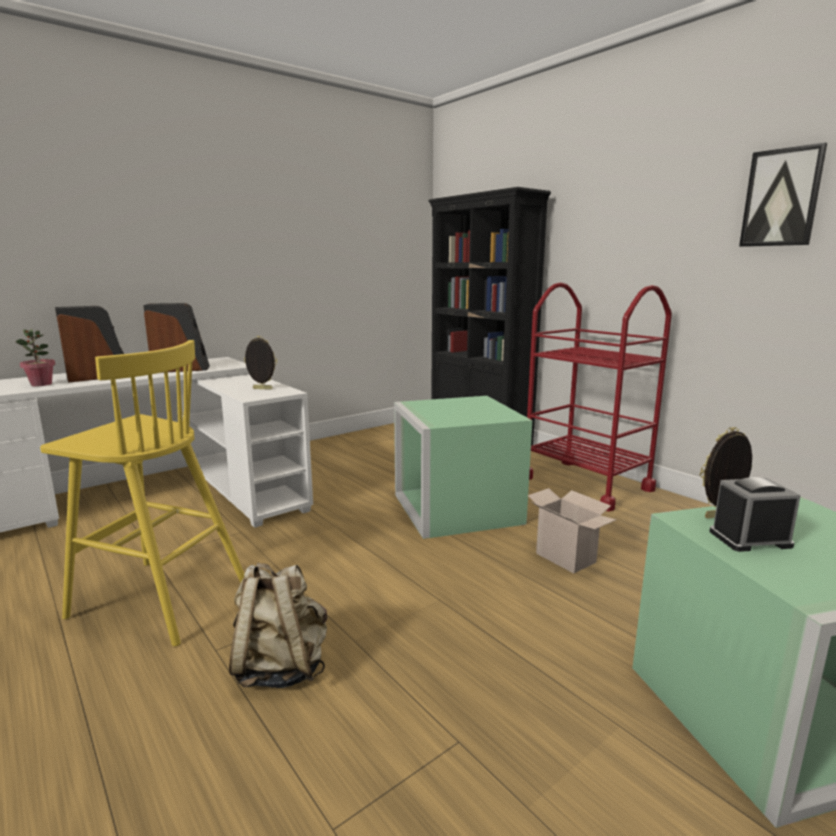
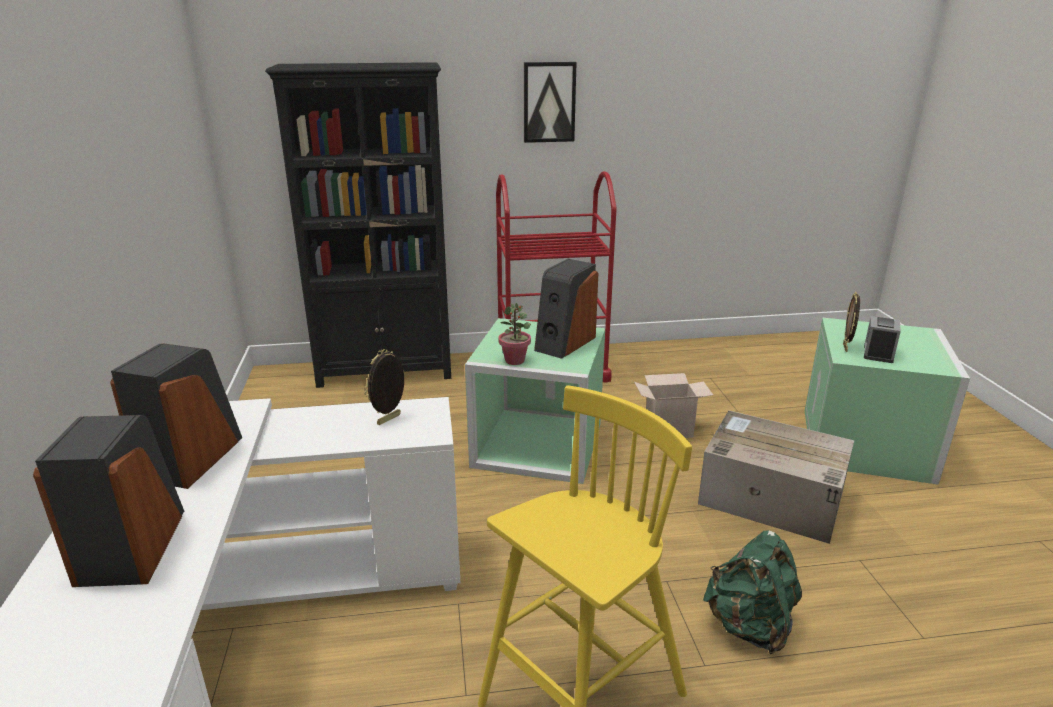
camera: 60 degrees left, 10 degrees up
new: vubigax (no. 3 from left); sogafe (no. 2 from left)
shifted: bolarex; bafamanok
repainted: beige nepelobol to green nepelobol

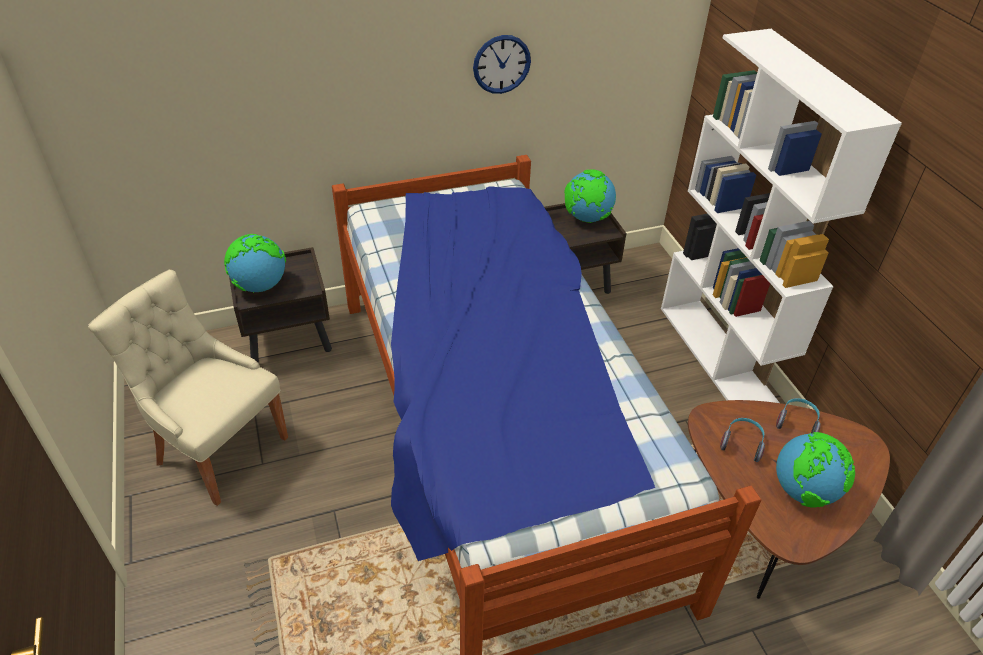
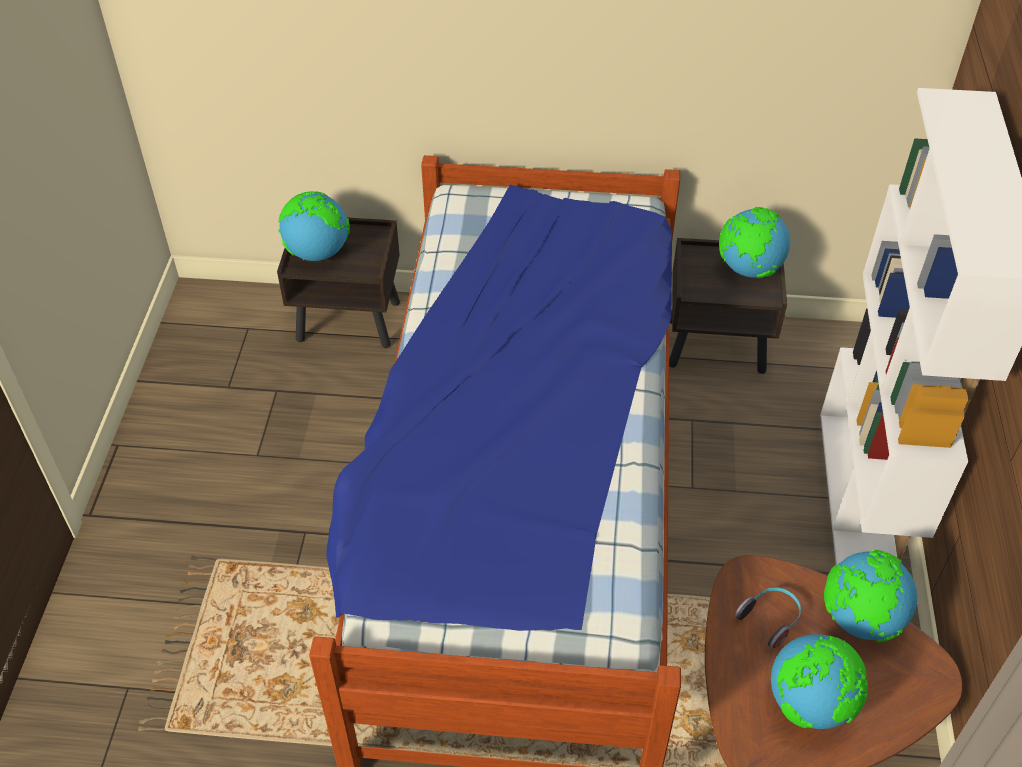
camera: 25 degrees right, 5 degrees up
gone: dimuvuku; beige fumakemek
swapped: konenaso (no. 2 from left) to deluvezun (no. 4 from left)

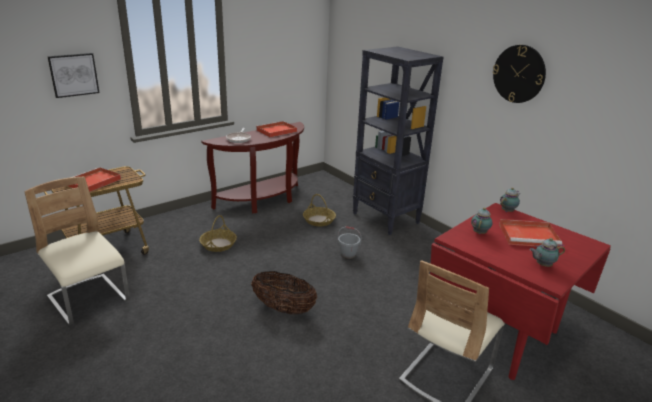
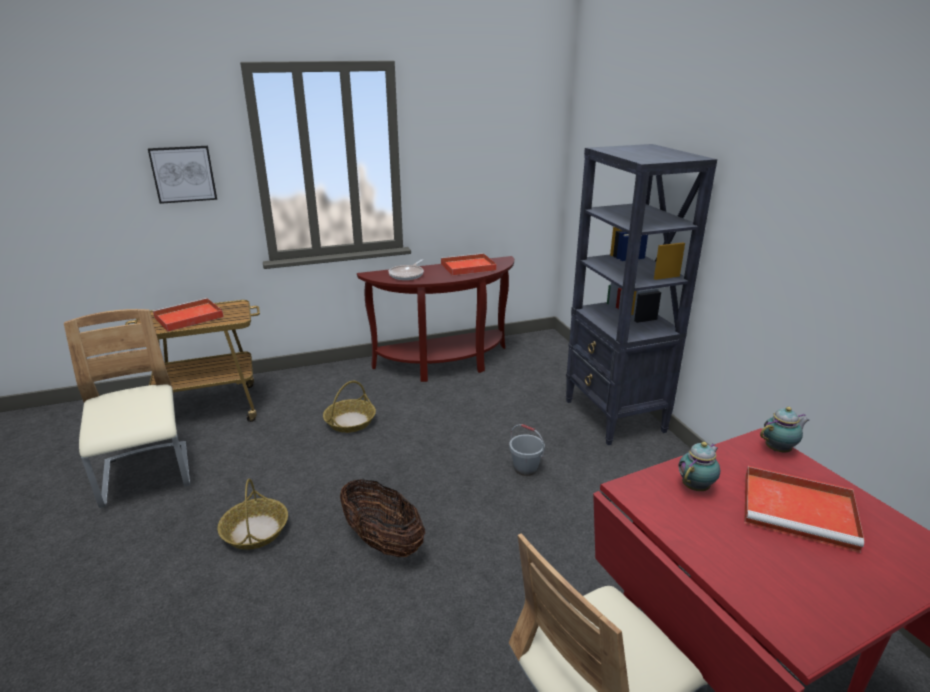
camera: 20 degrees right, 0 degrees up
gone: dimuvuku; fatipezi (no. 3 from left)
shifted: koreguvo (no. 3 from left in the first image) to koreguvo (no. 1 from left)

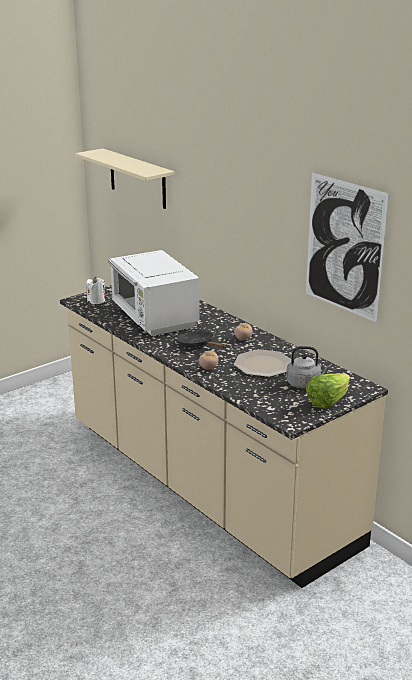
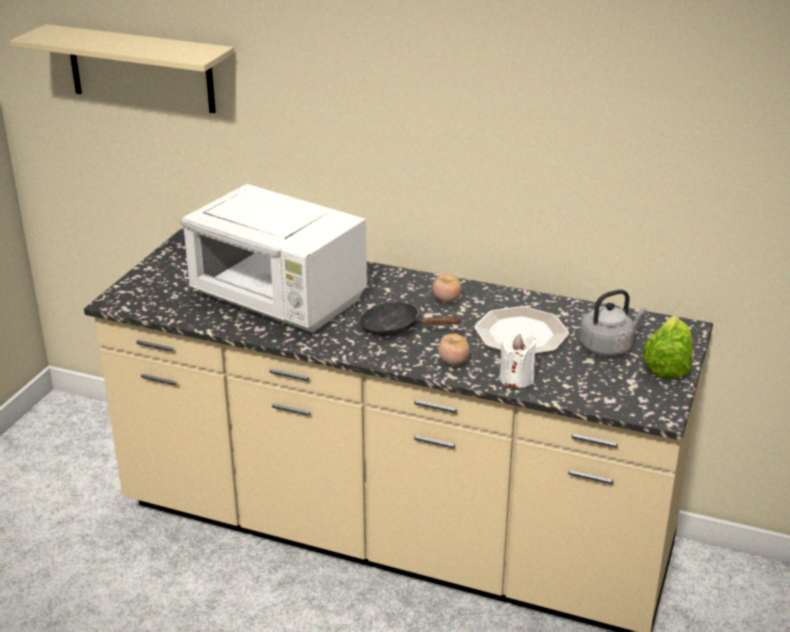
camera: 30 degrees left, 5 degrees up
gone: bolarex
shifted: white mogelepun

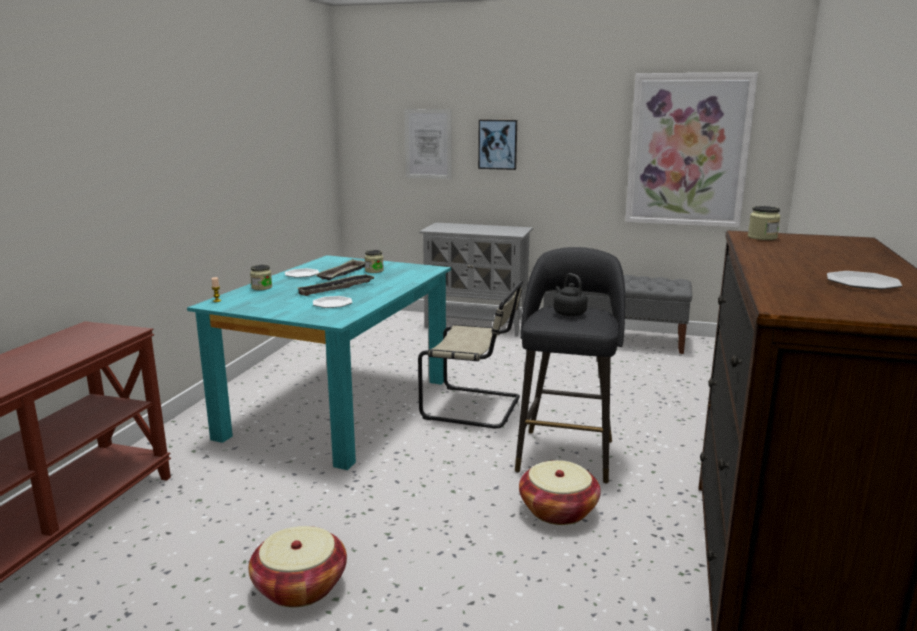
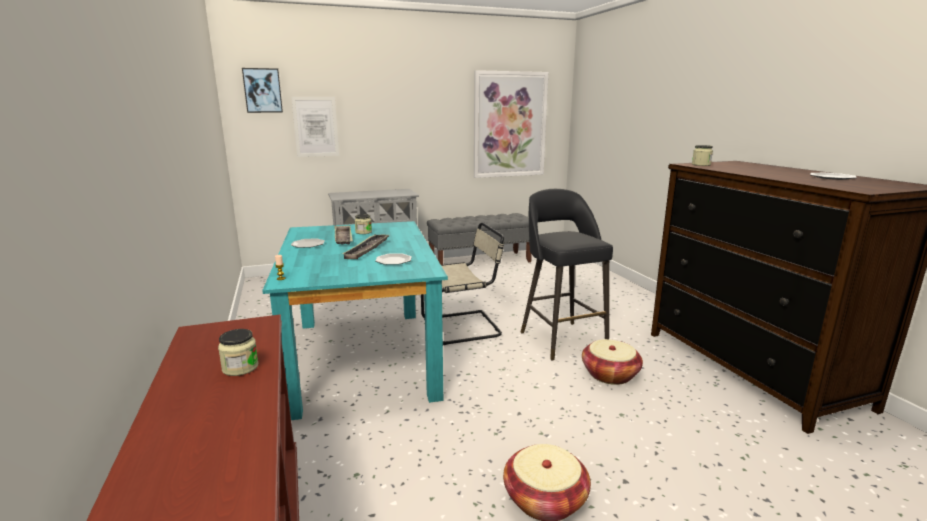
camera: 35 degrees left, 0 degrees up
gone: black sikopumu
shifted: bolarex (no. 2 from left in the first image) to bolarex (no. 1 from left); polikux (no. 1 from left)

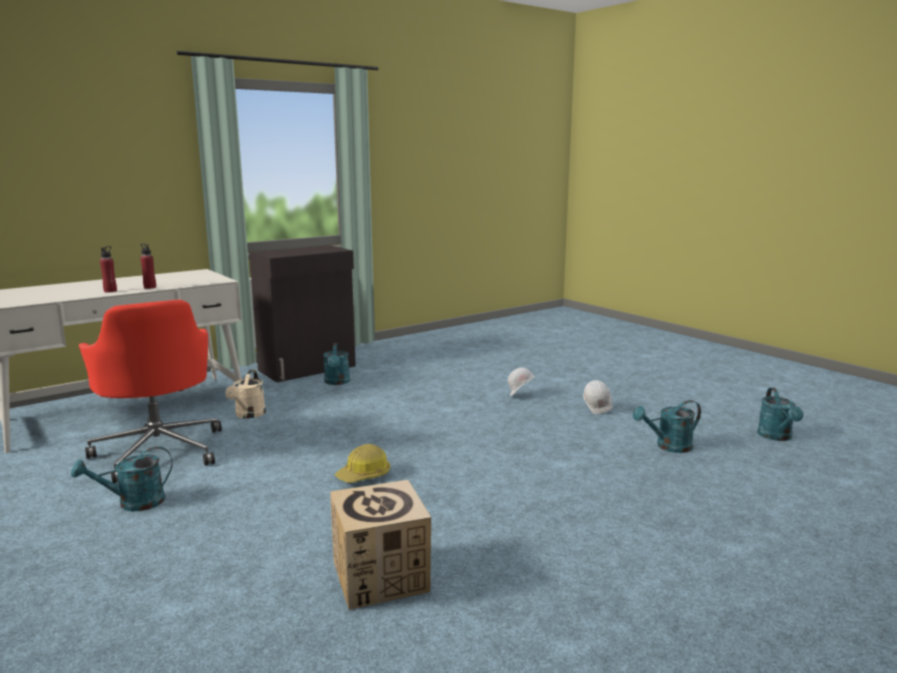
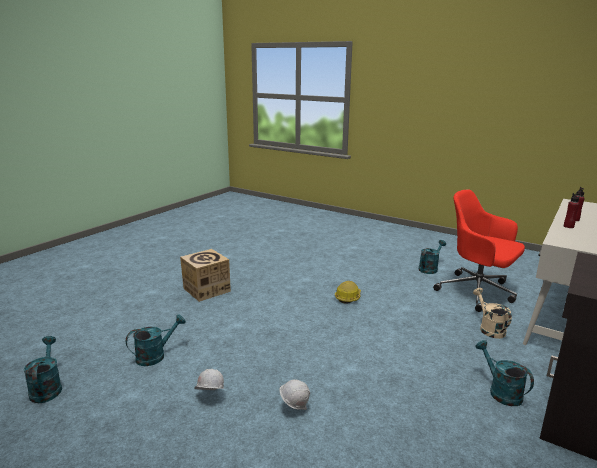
camera: 160 degrees right, 5 degrees up
shifted: sogafe

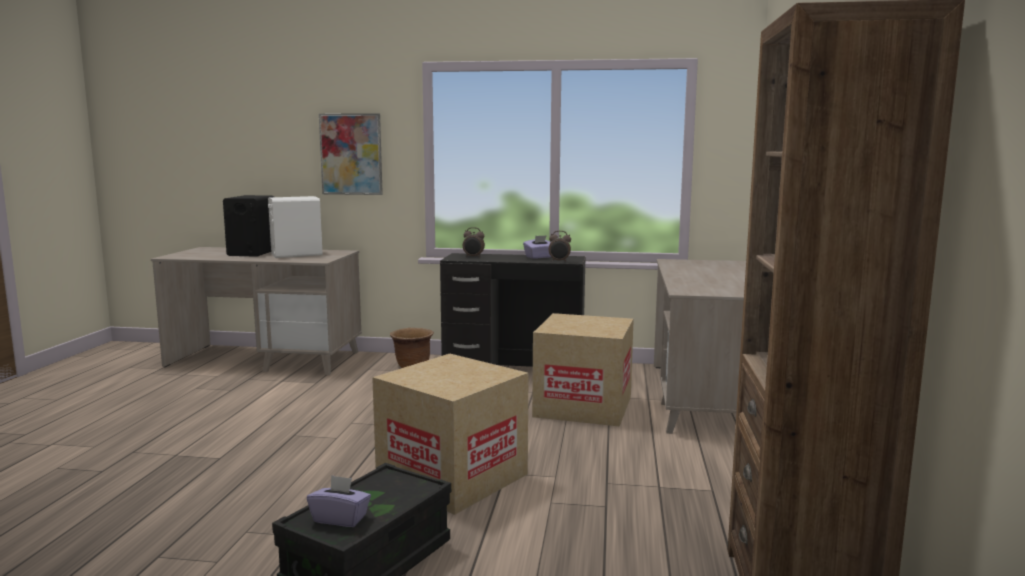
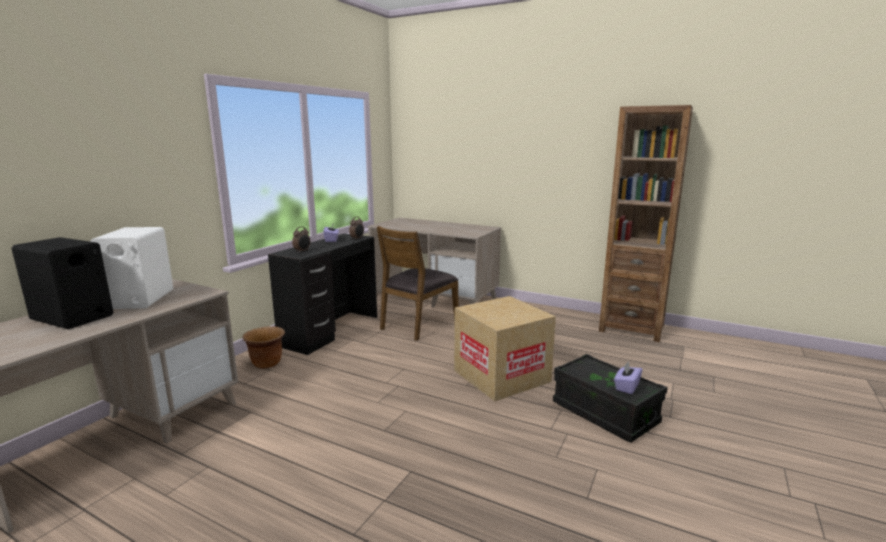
camera: 70 degrees left, 5 degrees up
gone: bolarex
swapped: sogafe (no. 2 from left) to brown fumakemek

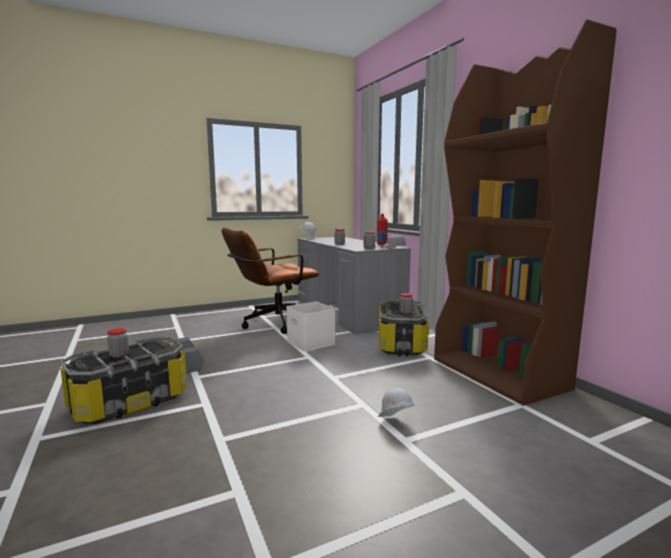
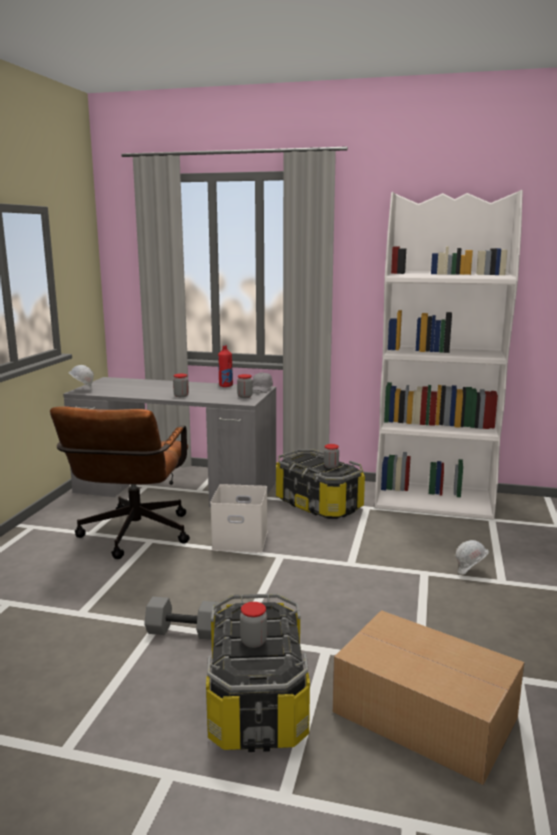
camera: 50 degrees left, 5 degrees up
new: sogafe
repainted: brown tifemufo to white tifemufo

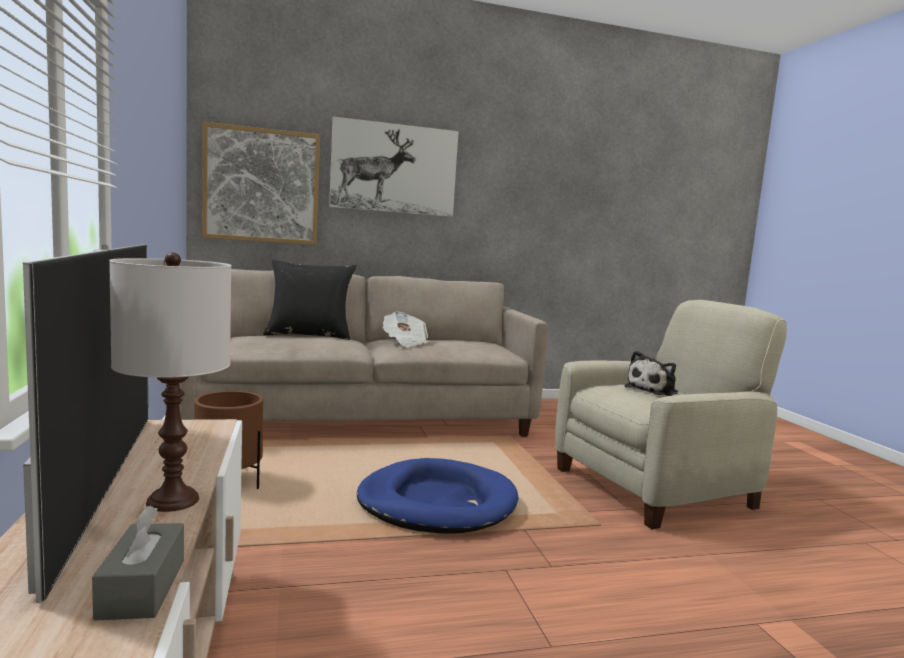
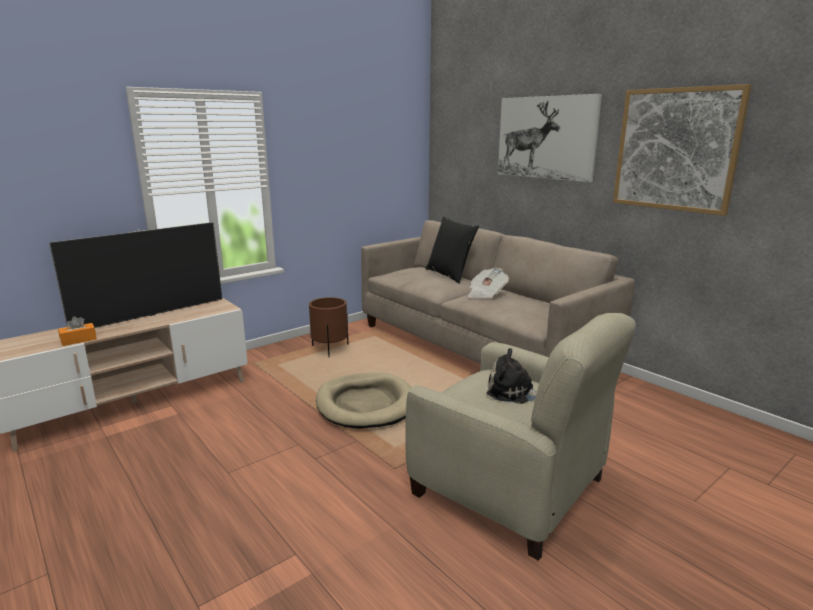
camera: 65 degrees right, 10 degrees up
gone: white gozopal
shifted: bolarex (no. 1 from left in the first image) to bolarex (no. 2 from left)
repainted: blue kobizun to beige kobizun; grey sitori to orange sitori

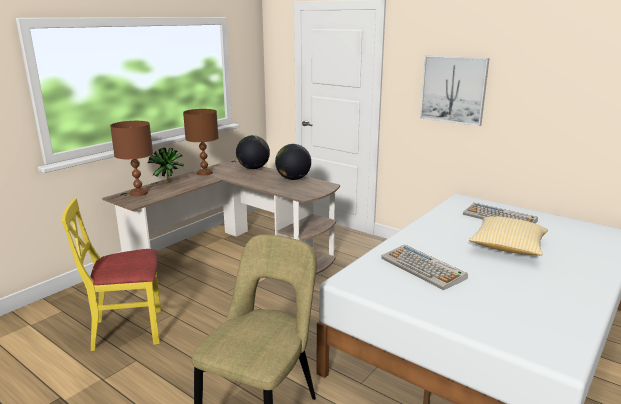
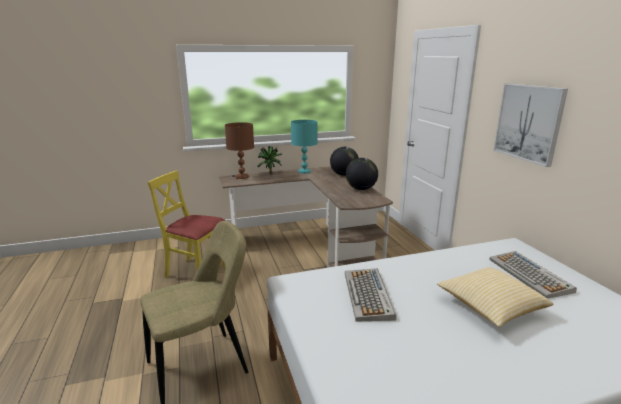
camera: 35 degrees right, 0 degrees up
repainted: brown gozopal (no. 2 from left) to turquoise gozopal

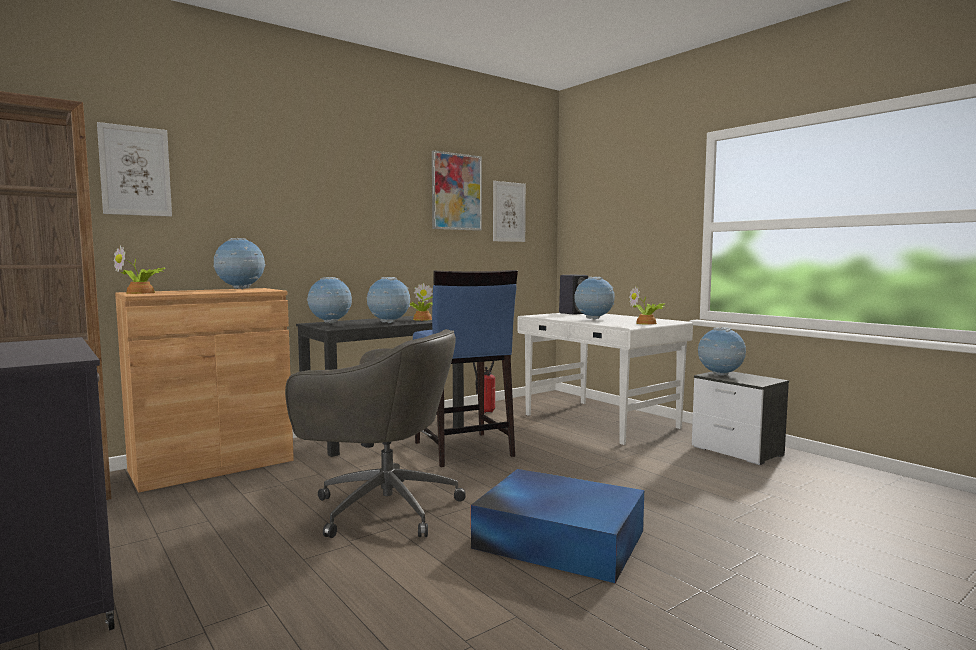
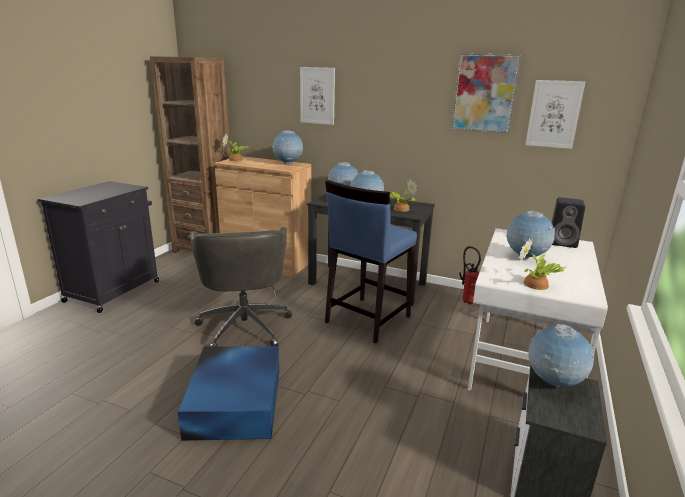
camera: 60 degrees right, 15 degrees up
shifted: bolarex (no. 1 from left)

